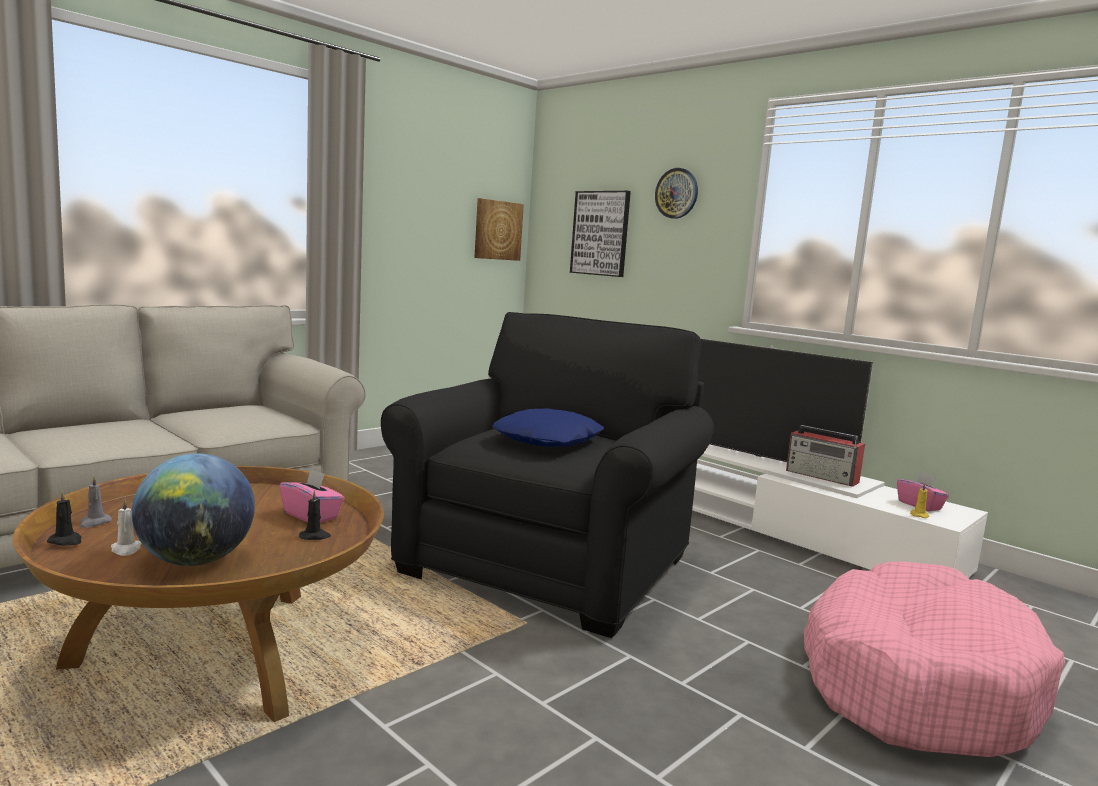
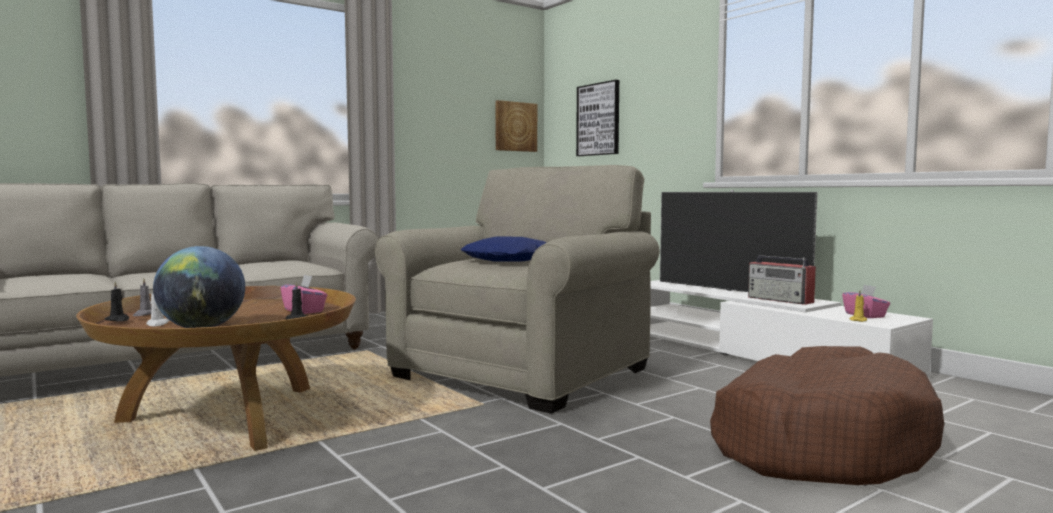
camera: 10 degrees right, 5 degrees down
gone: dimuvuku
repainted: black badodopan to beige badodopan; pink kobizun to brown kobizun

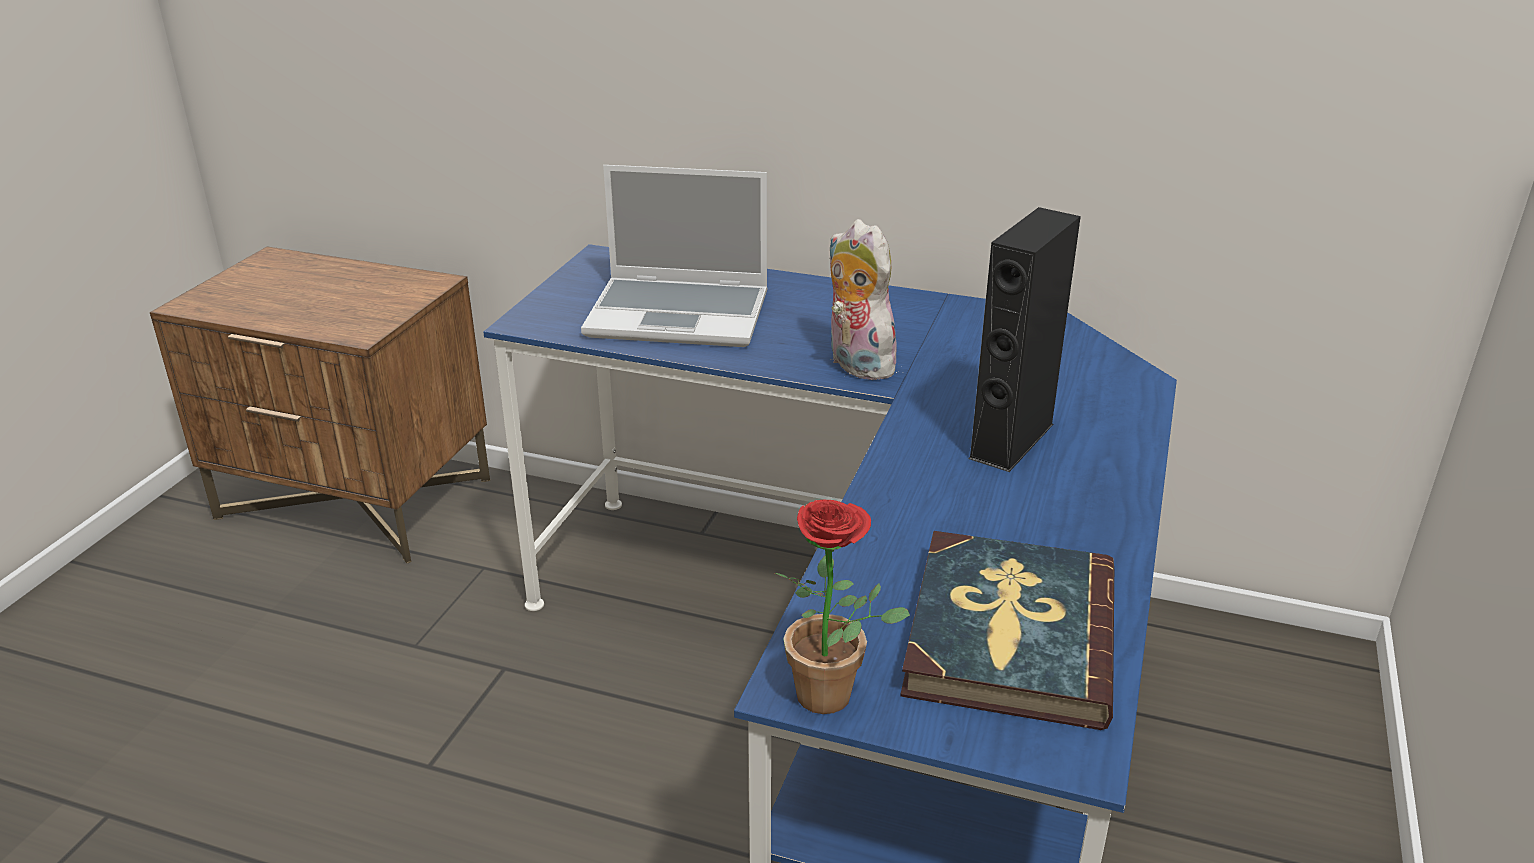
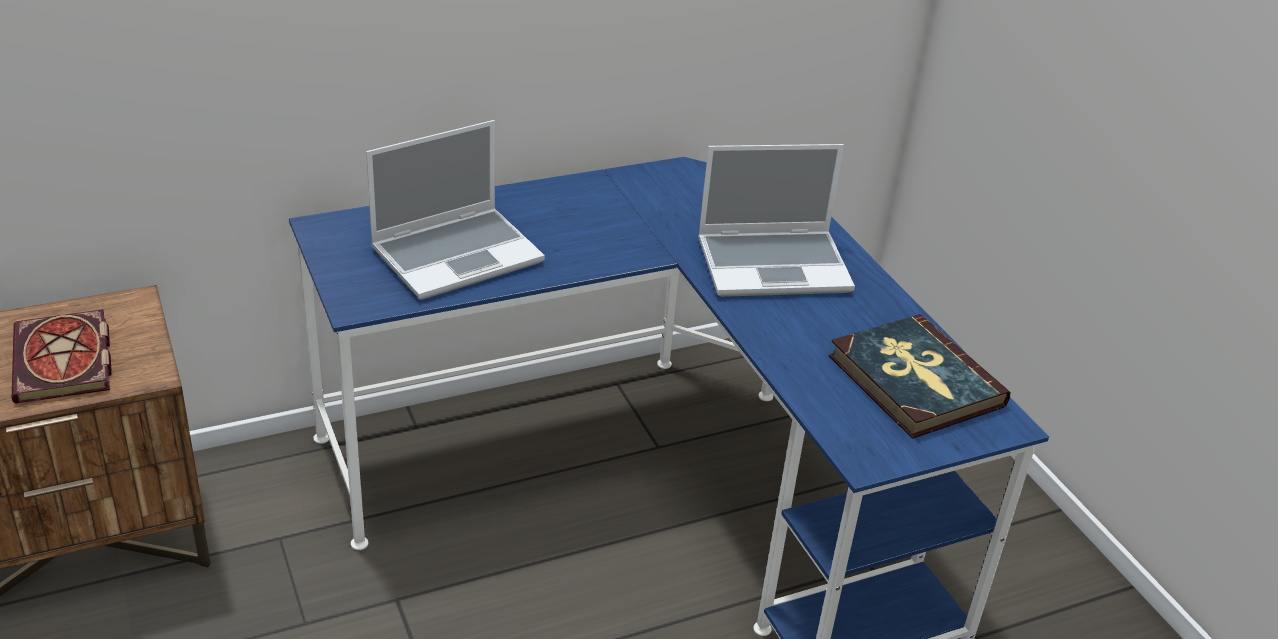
camera: 45 degrees left, 5 degrees up
gone: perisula; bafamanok
new: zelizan (no. 1 from left)
swapped: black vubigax to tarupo (no. 2 from left)

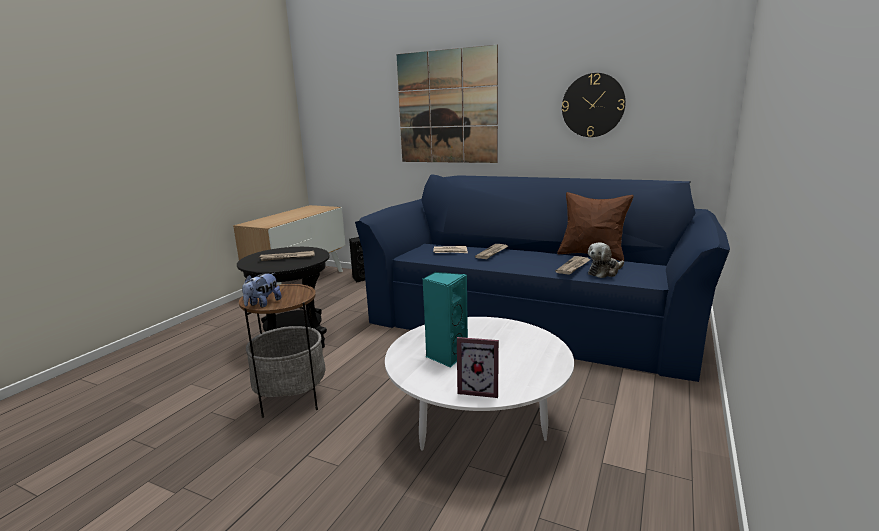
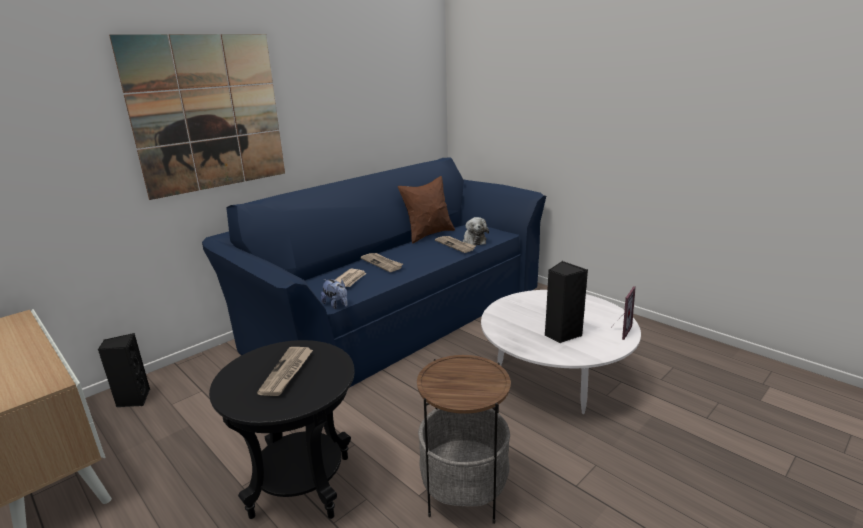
camera: 70 degrees left, 5 degrees up
gone: dimuvuku
shifted: perisula (no. 1 from left)
repainted: turquoise vubigax to black vubigax (no. 2 from left)

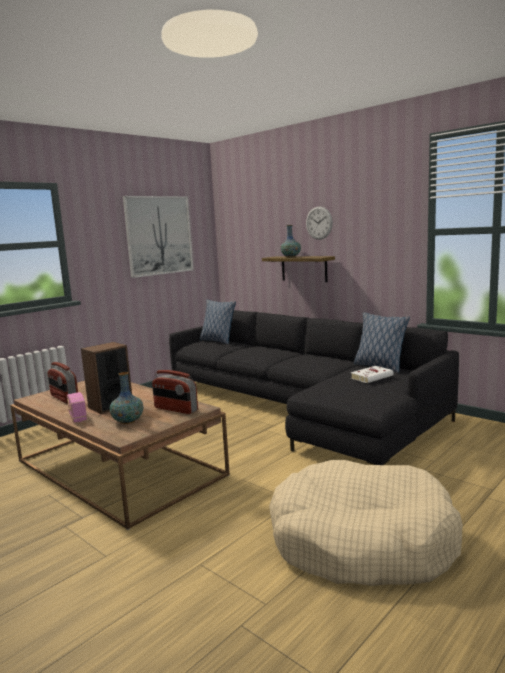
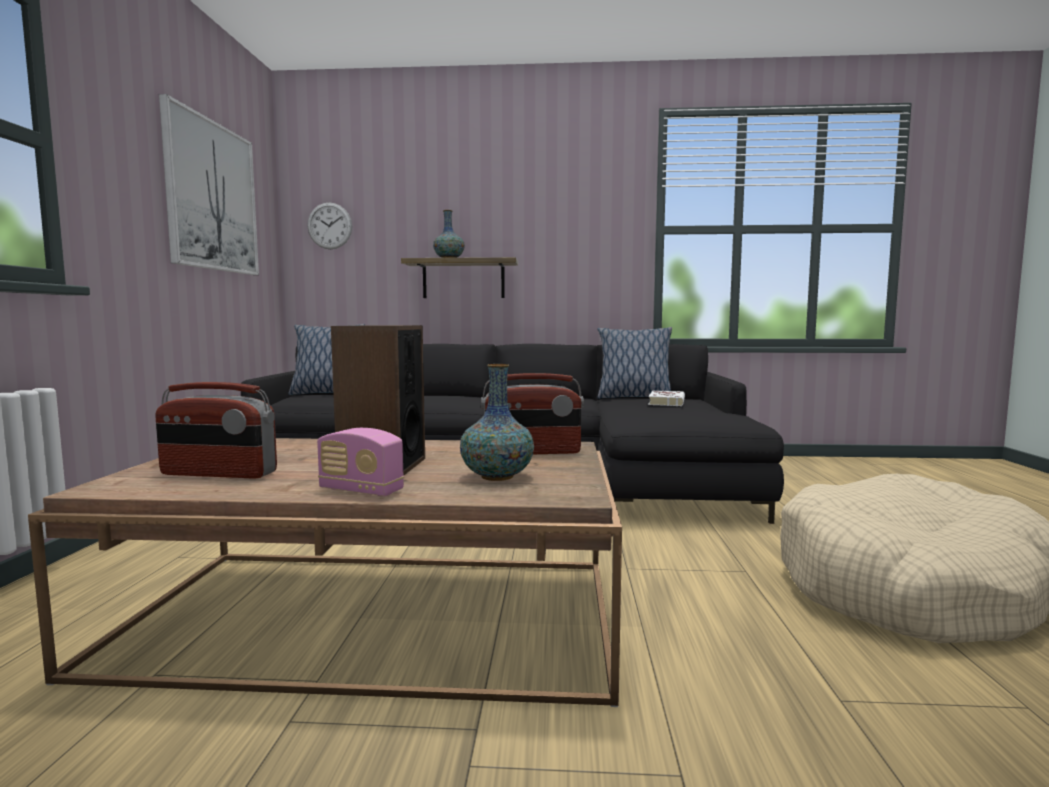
camera: 40 degrees left, 5 degrees down
shifted: dimuvuku

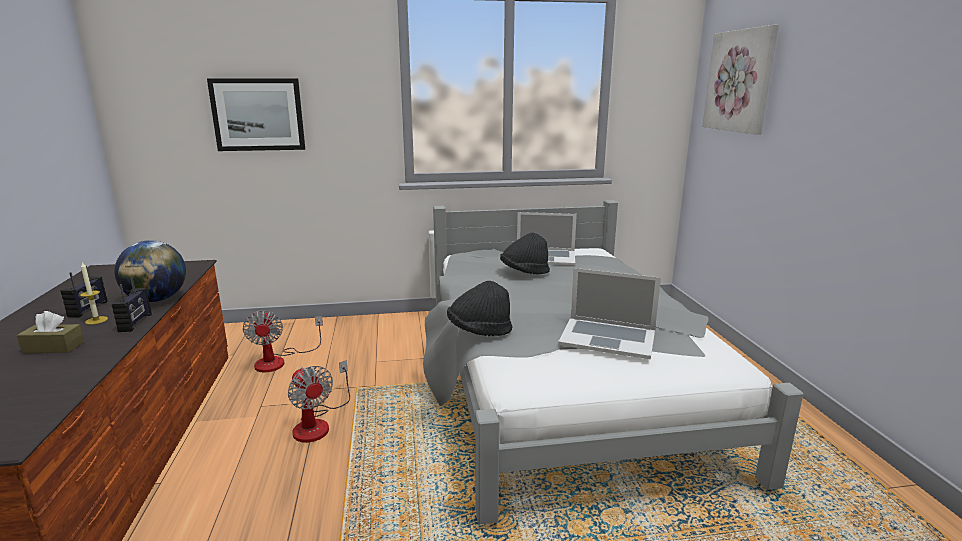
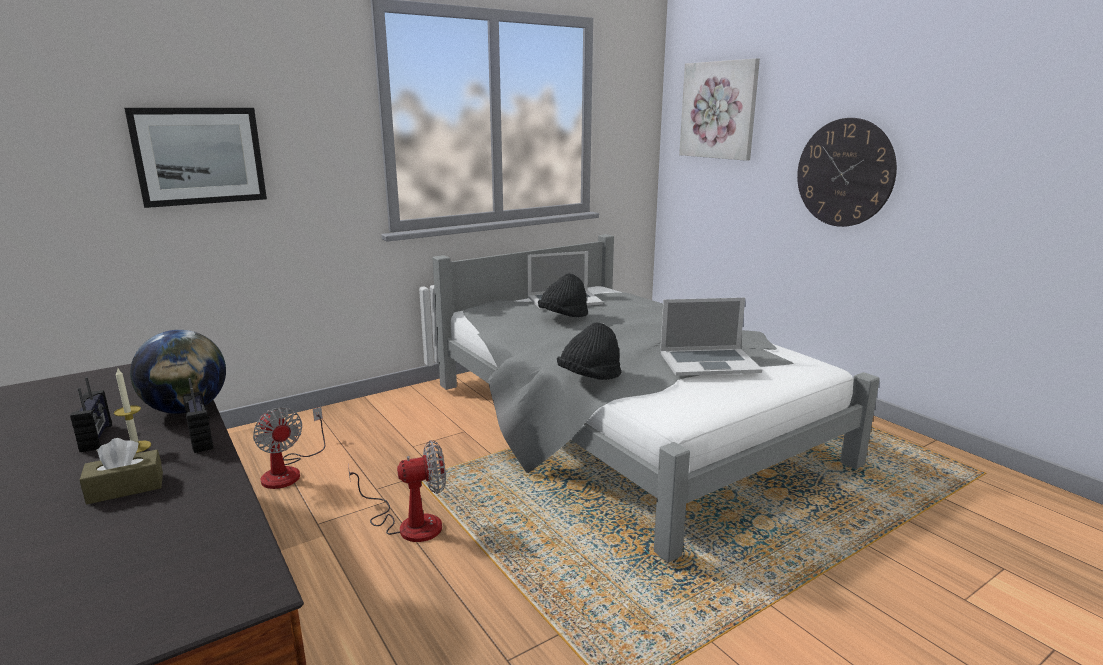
camera: 25 degrees left, 0 degrees up
new: dimuvuku
rotated: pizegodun (no. 2 from left) 45 degrees counterclockwise

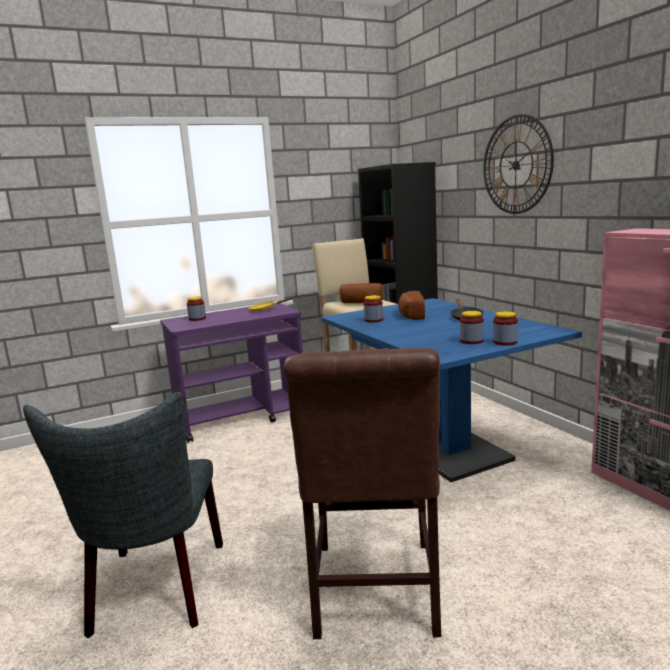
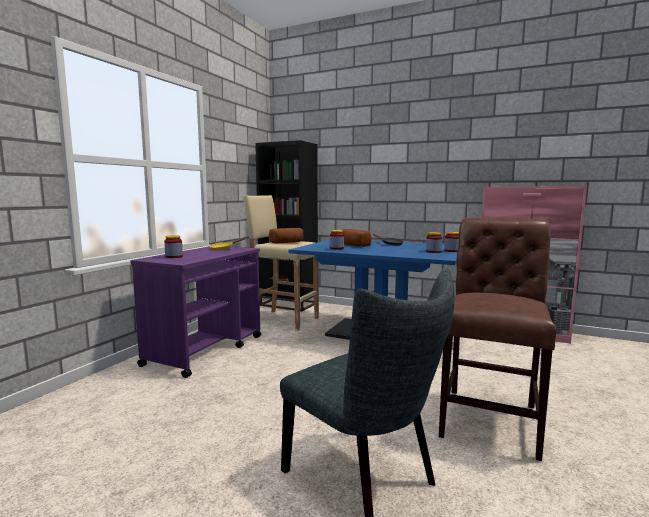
camera: 40 degrees left, 5 degrees down
gone: dimuvuku
rotated: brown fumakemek 120 degrees counterclockwise

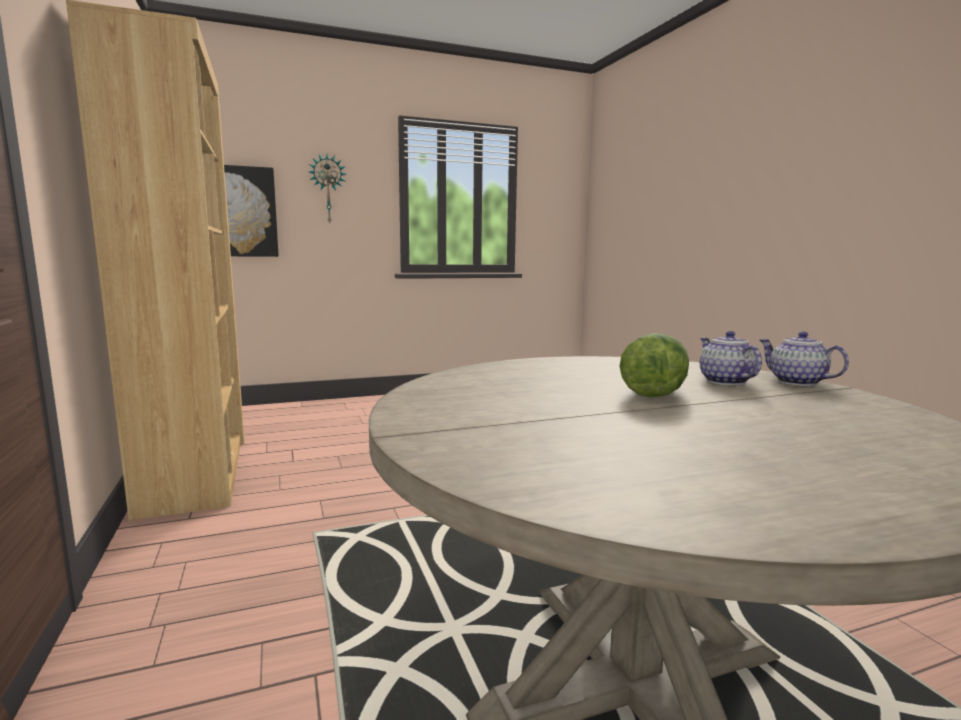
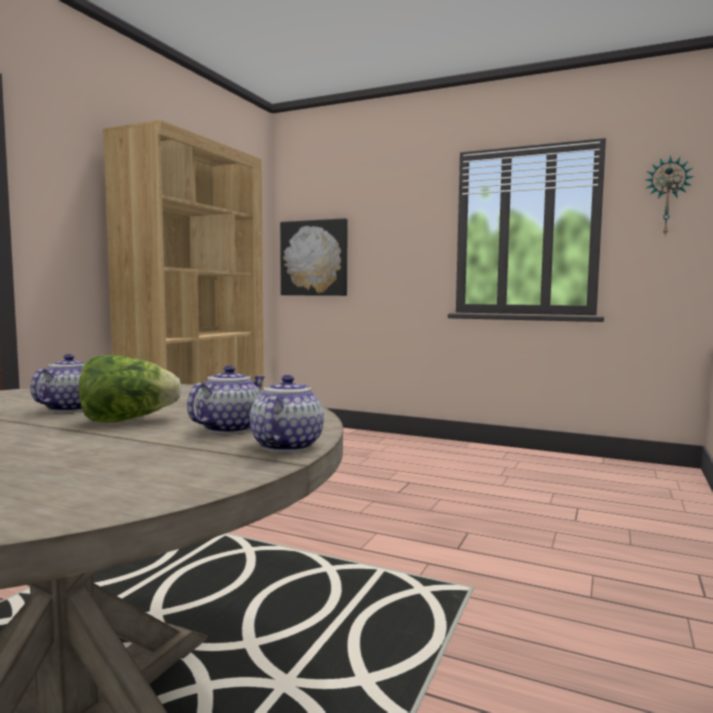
camera: 45 degrees right, 5 degrees down
new: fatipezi (no. 1 from left)
shifted: dimuvuku

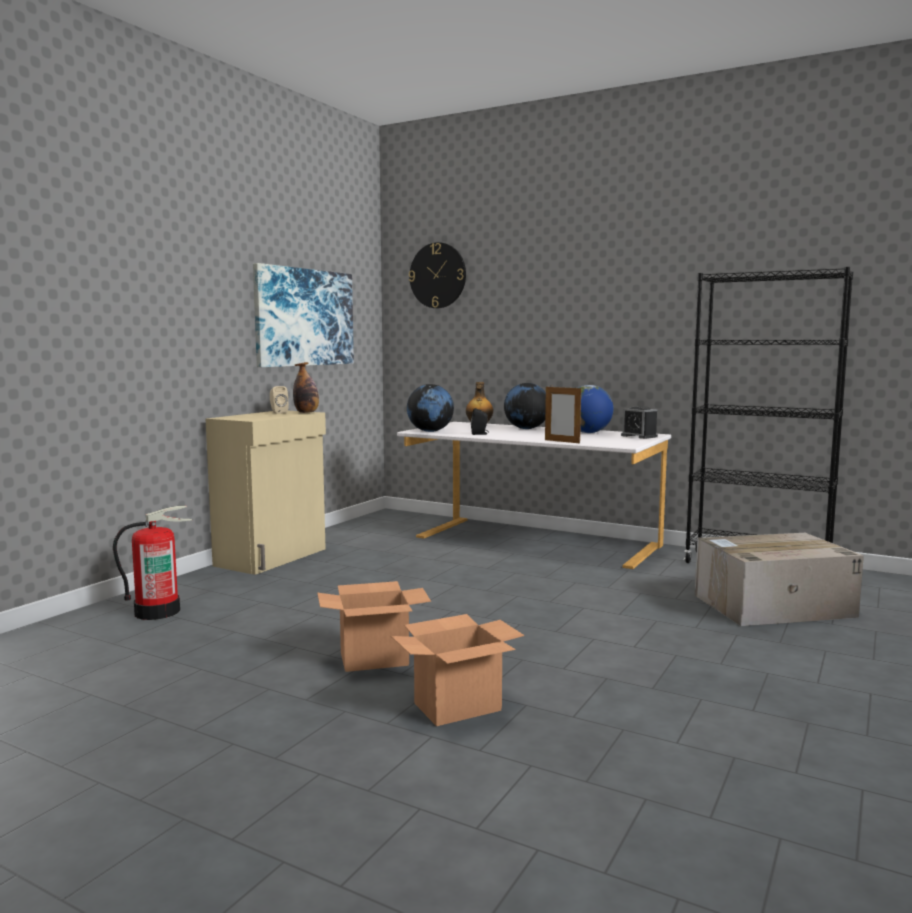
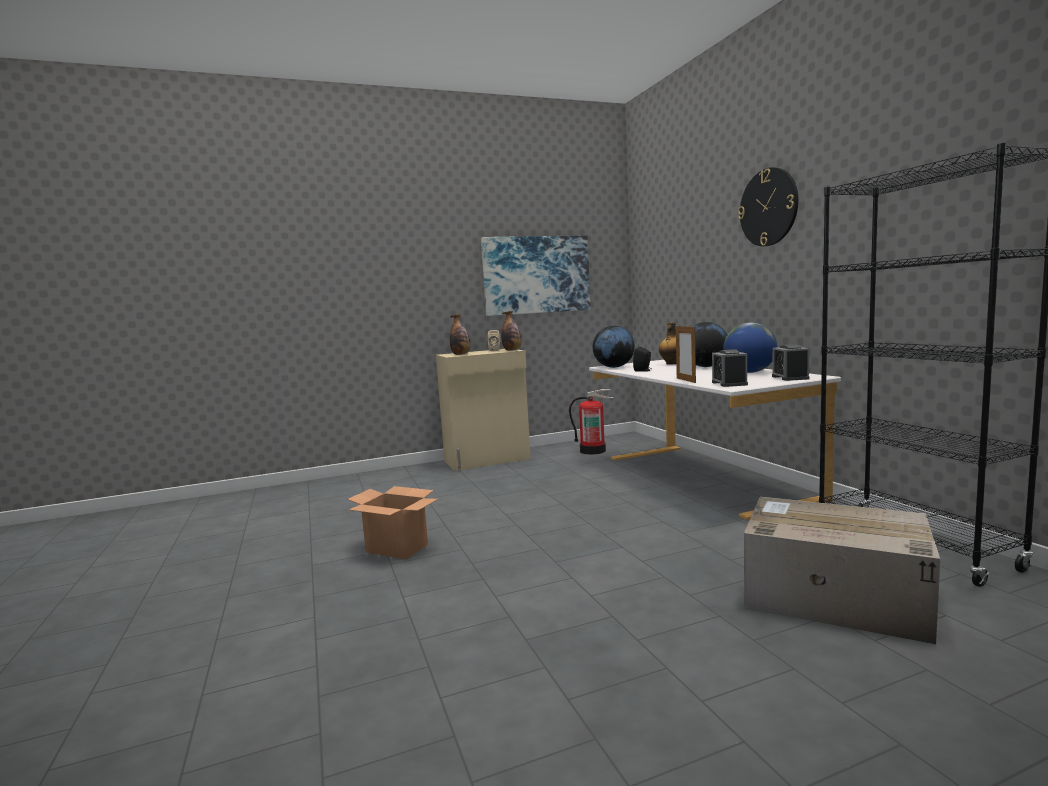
camera: 40 degrees right, 0 degrees up
gone: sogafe (no. 2 from left)
new: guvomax (no. 1 from left); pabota (no. 1 from left)
shifted: dimuvuku; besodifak

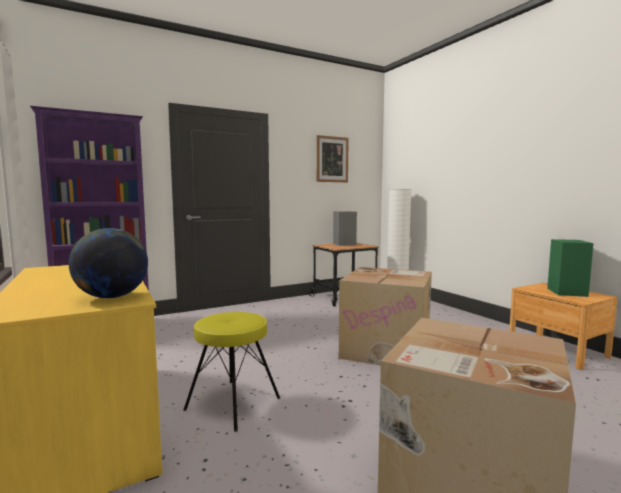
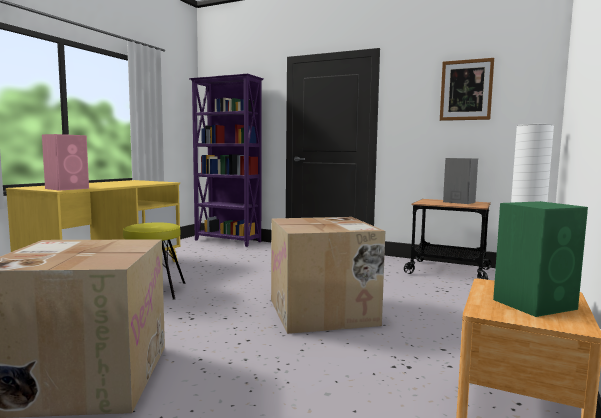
camera: 55 degrees right, 0 degrees up
swapped: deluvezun to pink vubigax

